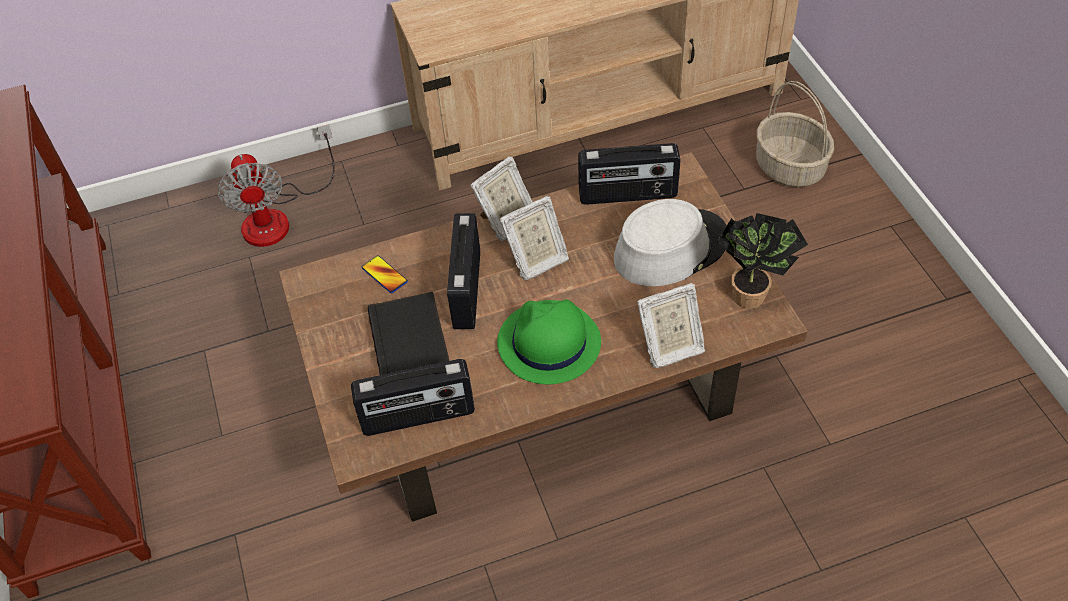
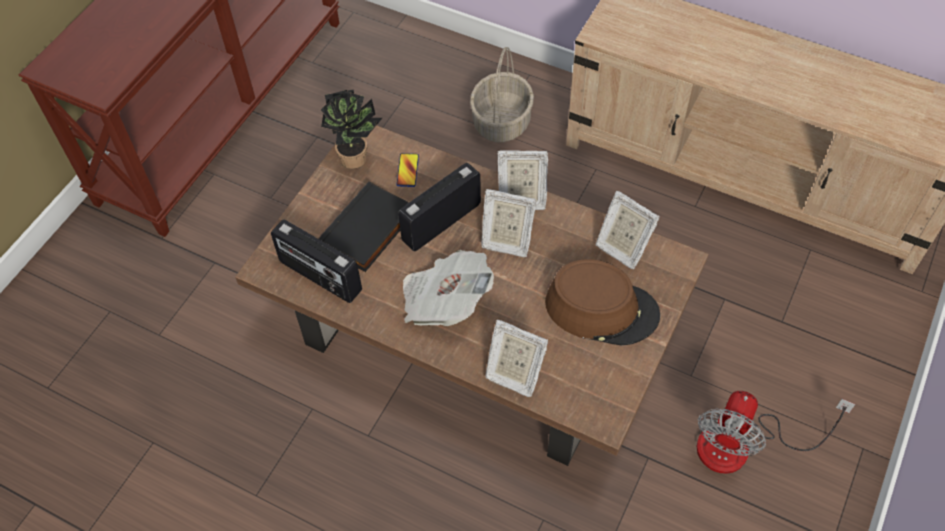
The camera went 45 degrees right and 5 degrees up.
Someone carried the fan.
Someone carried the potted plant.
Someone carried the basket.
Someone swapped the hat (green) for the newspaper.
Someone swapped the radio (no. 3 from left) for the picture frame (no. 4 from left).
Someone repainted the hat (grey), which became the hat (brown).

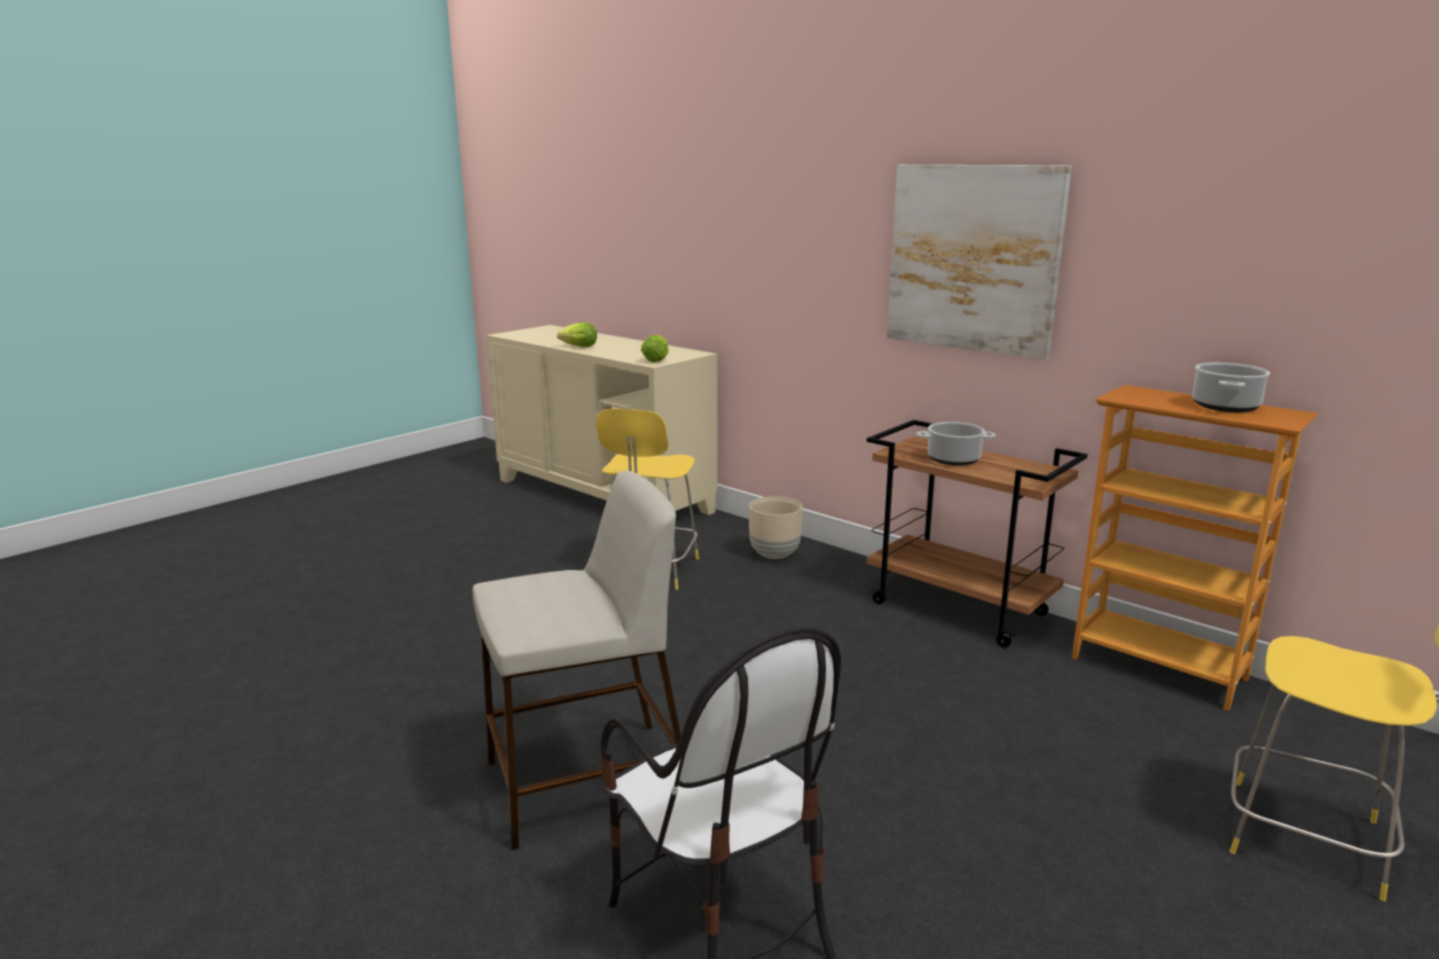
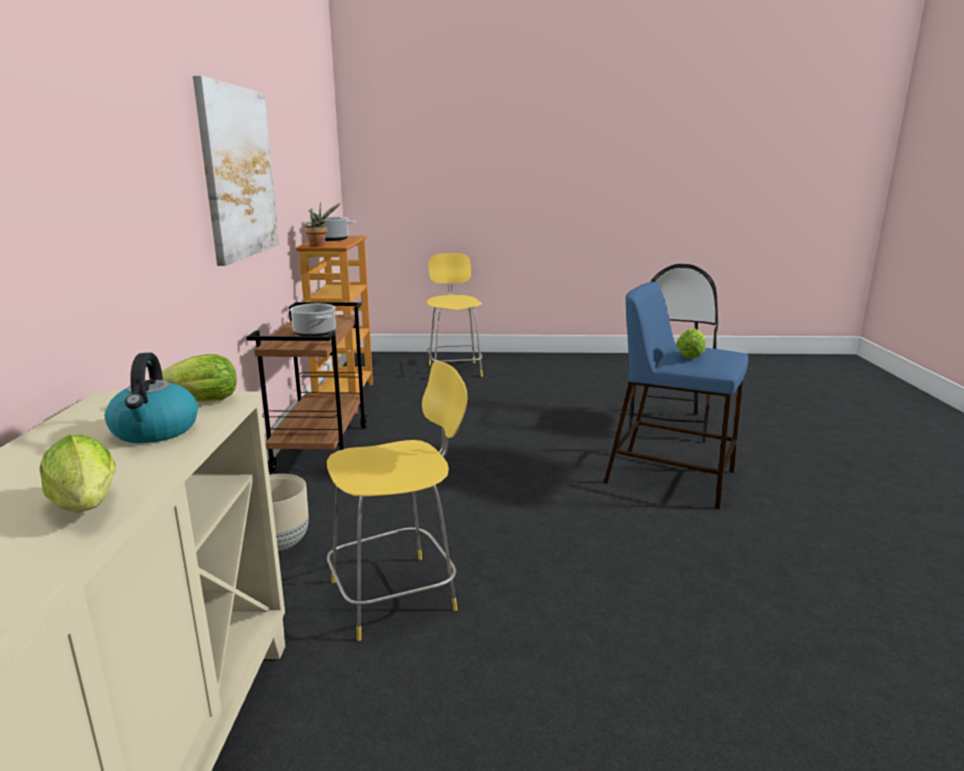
The camera went 130 degrees left and 0 degrees up.
Someone put down the kettle.
Someone put down the potted plant.
Someone put down the lettuce (no. 3 from left).
Someone repainted the stool (beige), which became the stool (blue).

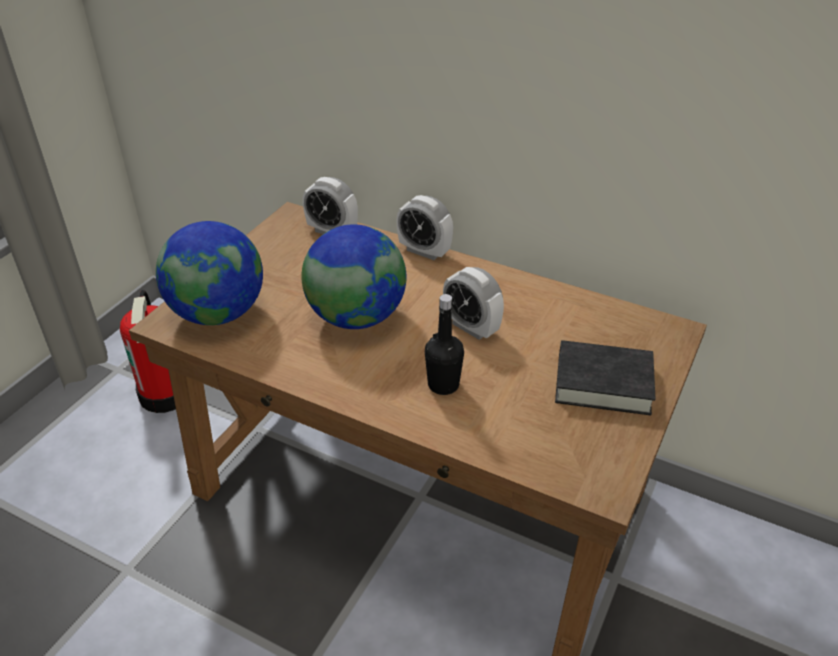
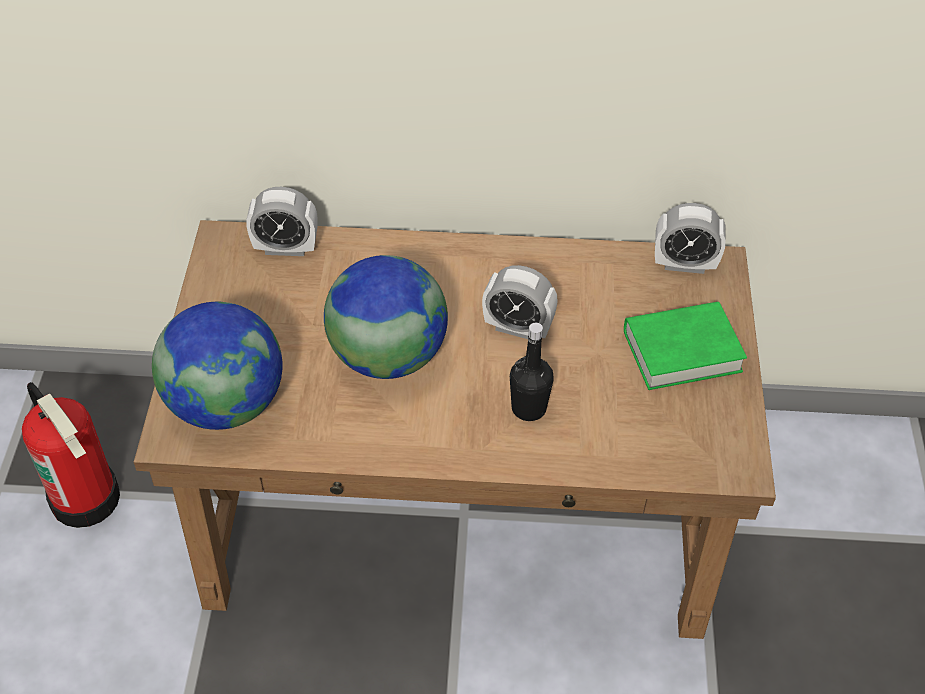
The camera went 25 degrees left and 10 degrees up.
Someone carried the alarm clock (no. 2 from left in the first image).
Someone repainted the book (black), which became the book (green).

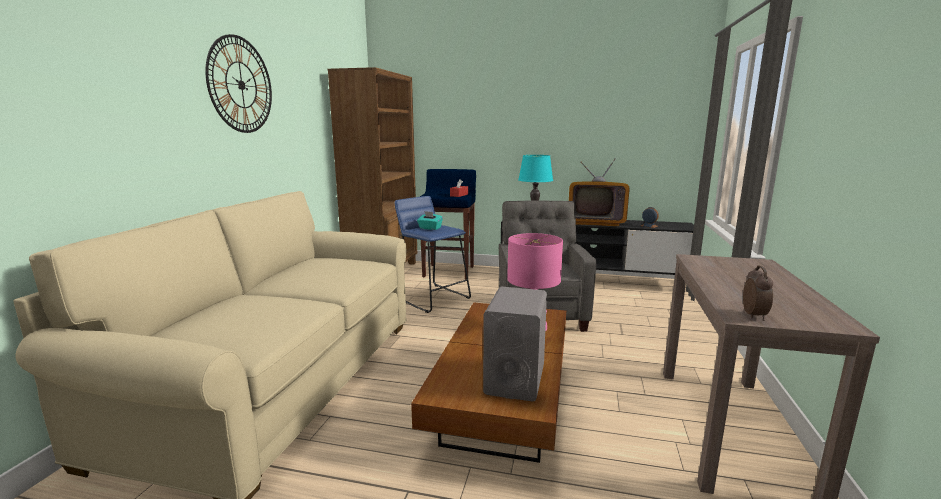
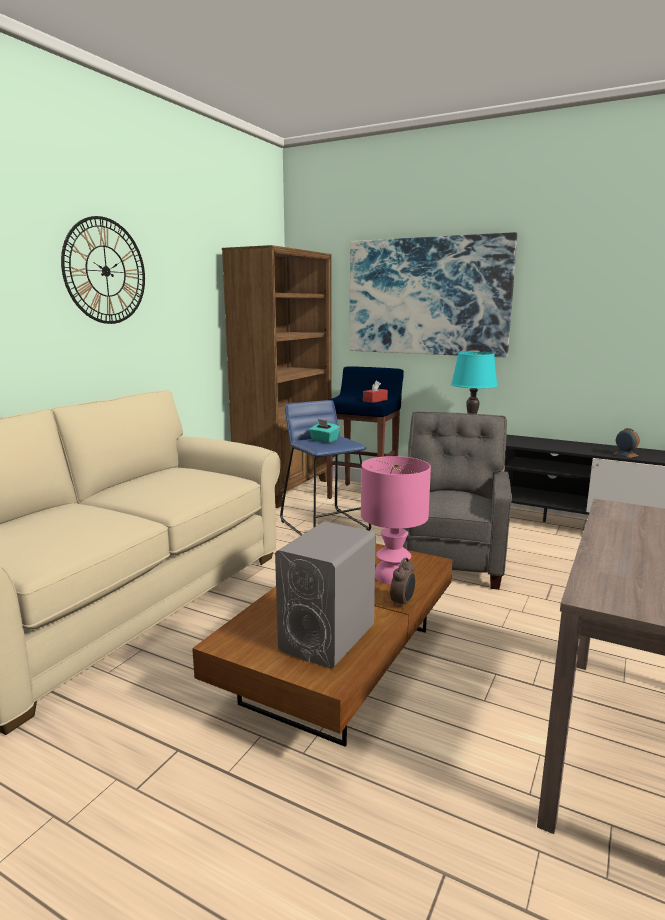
The camera went 15 degrees right and 0 degrees up.
Someone took away the television.
Someone put up the picture.
Someone carried the alarm clock (no. 2 from left in the first image).

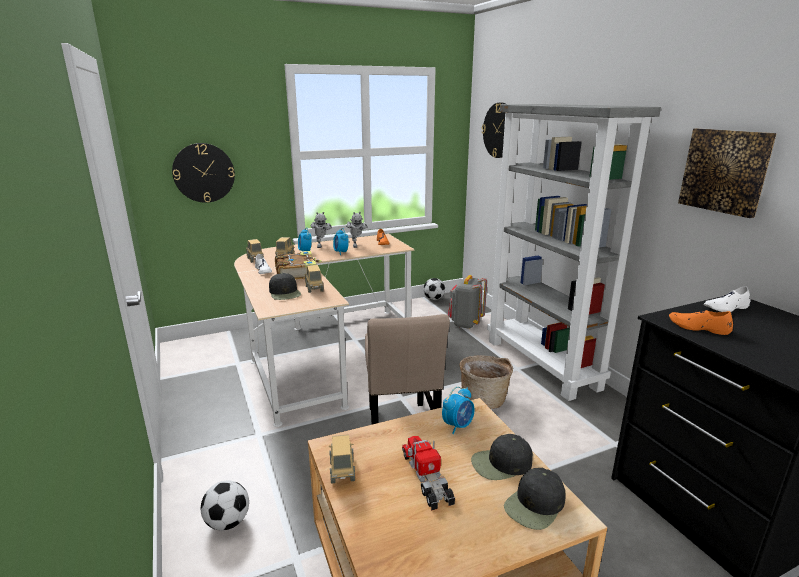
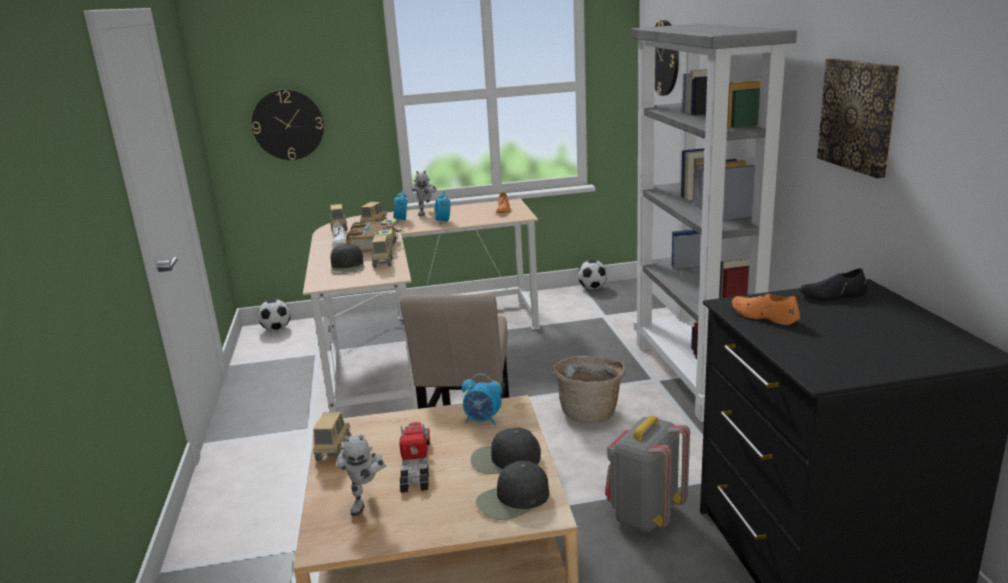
The camera went 15 degrees right and 0 degrees up.
Someone carried the football (no. 1 from left).
Someone carried the toy robot (no. 2 from left in the first image).
Someone carried the backpack (grey).
Someone repainted the shoe (white) (no. 2 from left), which became the shoe (black).
Someone rotated the alarm clock (no. 3 from left) by 45 degrees clockwise.

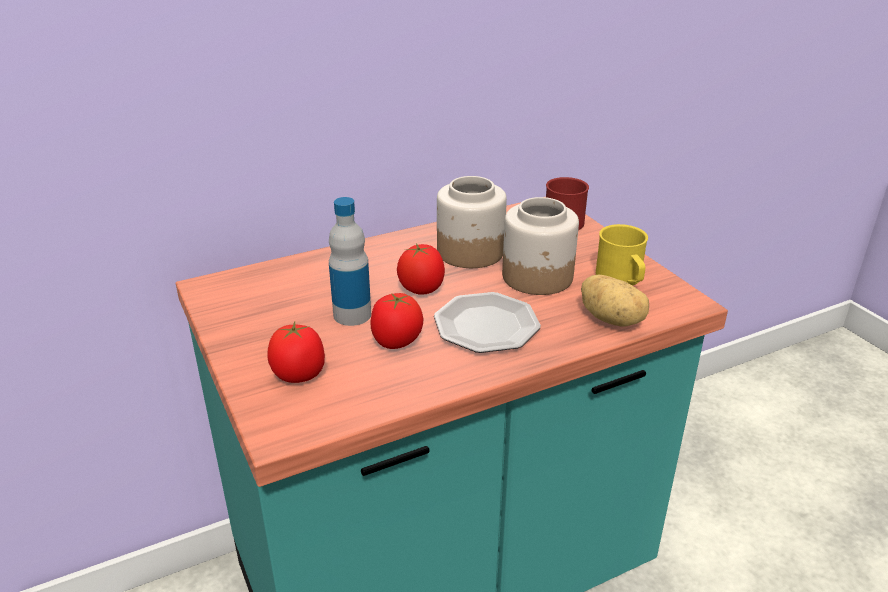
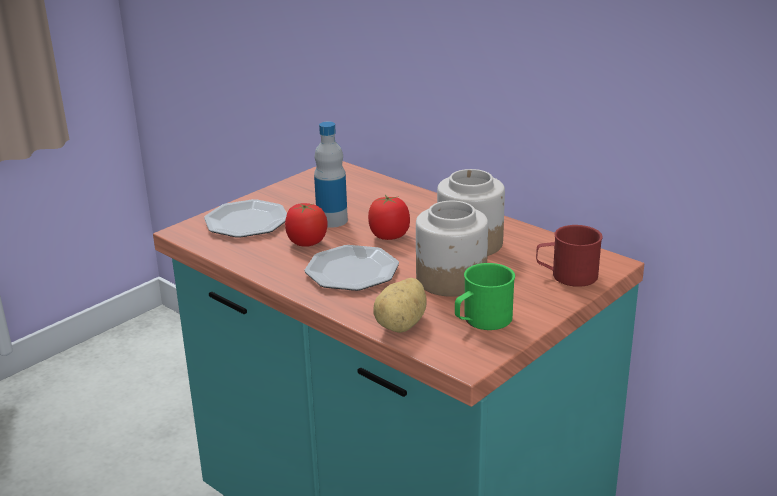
The camera went 70 degrees right and 5 degrees down.
Someone swapped the tomato (no. 1 from left) for the plate (no. 1 from left).
Someone repainted the mug (yellow), which became the mug (green).

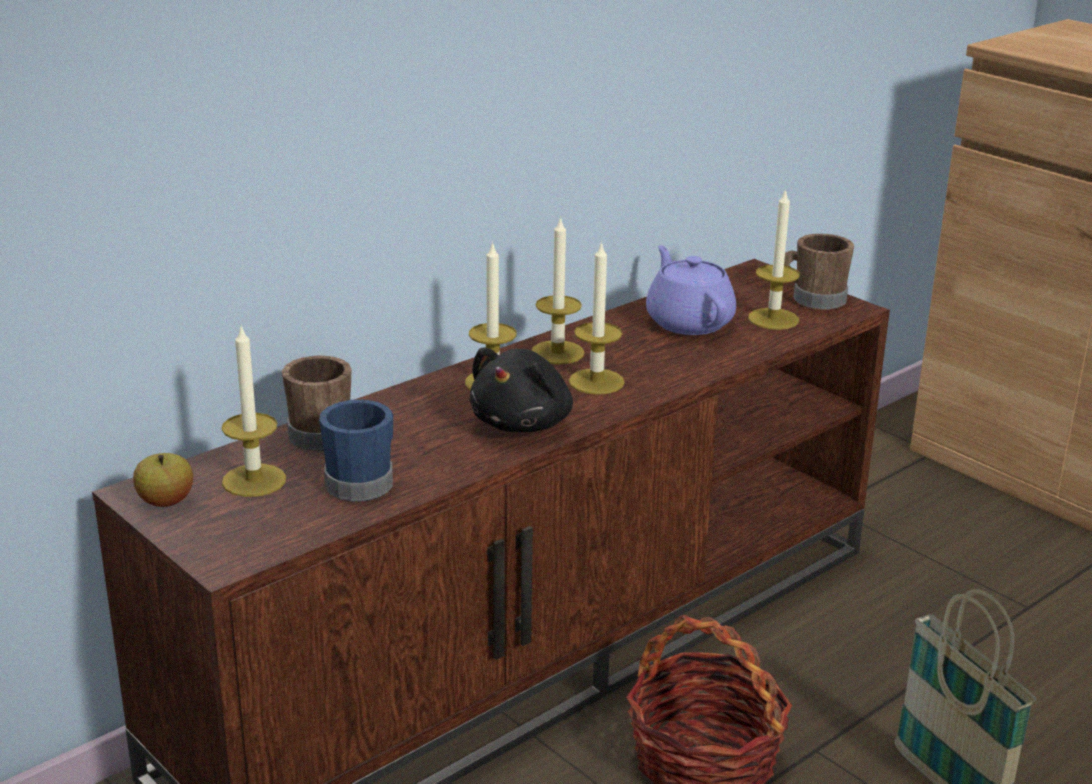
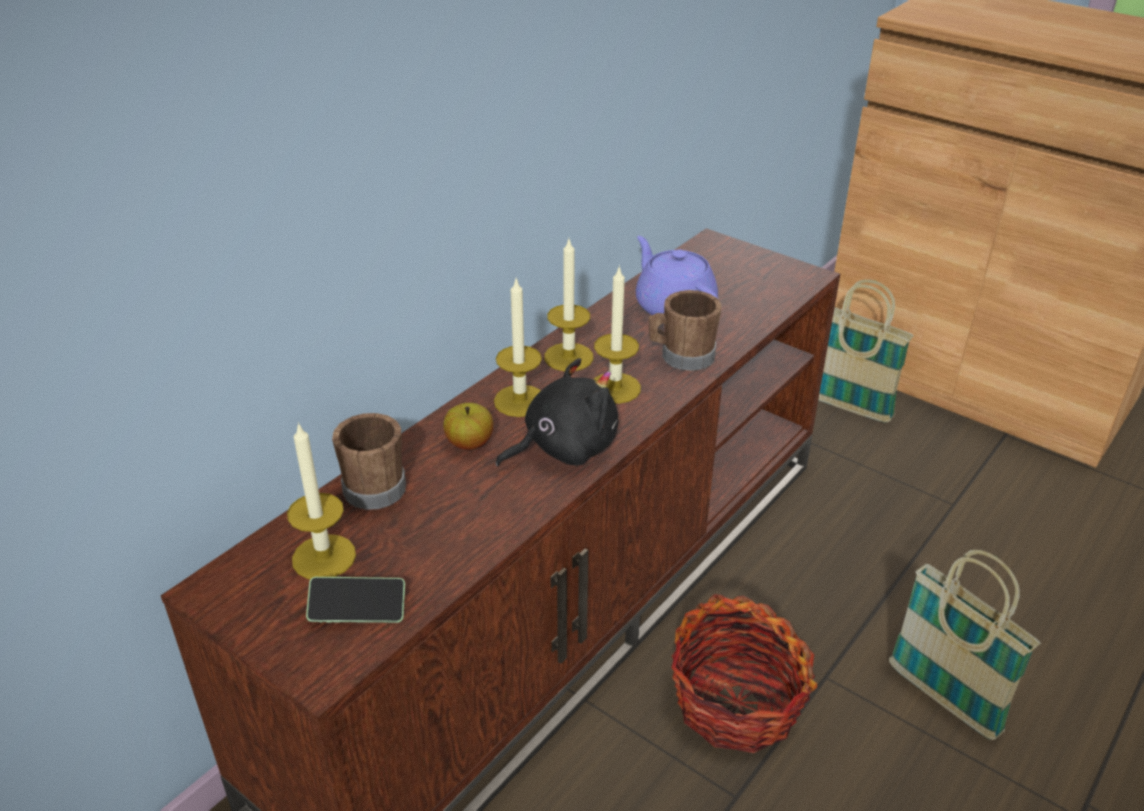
The camera went 10 degrees left and 10 degrees up.
Someone took away the mug (blue).
Someone took away the candle (no. 5 from left).
Someone put down the phone.
Someone put down the basket (no. 2 from left).
Someone carried the apple.
Someone carried the mug (brown) (no. 2 from left).
Someone rotated the plush toy (black) by 135 degrees counterclockwise.

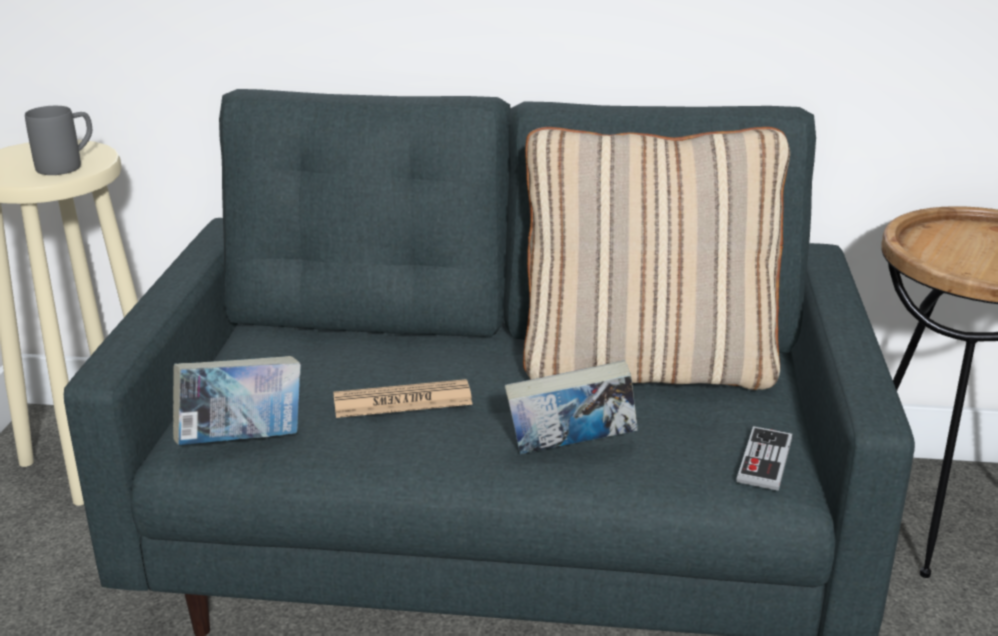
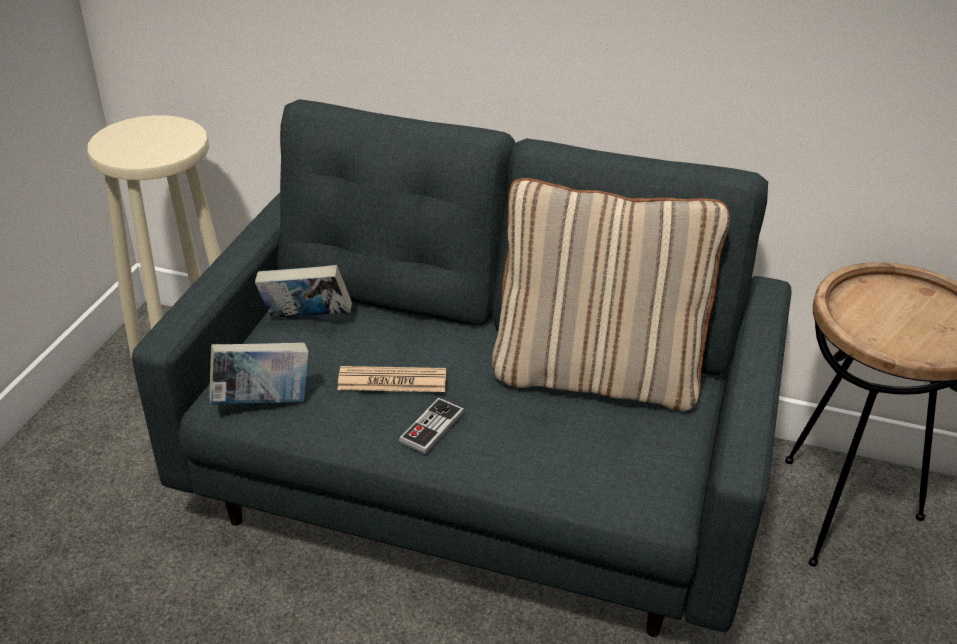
The camera went 10 degrees right and 10 degrees up.
Someone took away the mug (grey).
Someone carried the book (no. 2 from left).
Someone carried the game controller.

